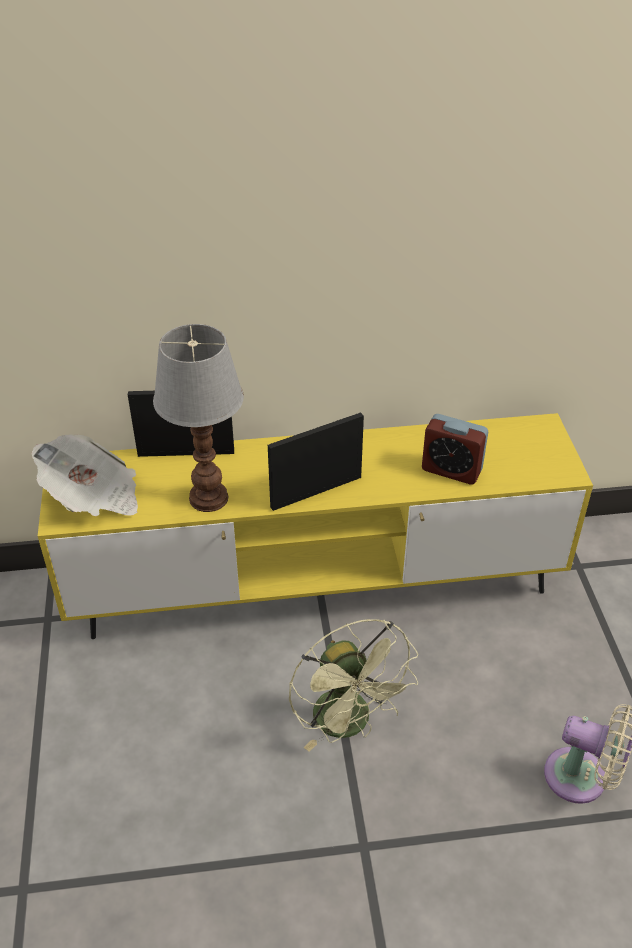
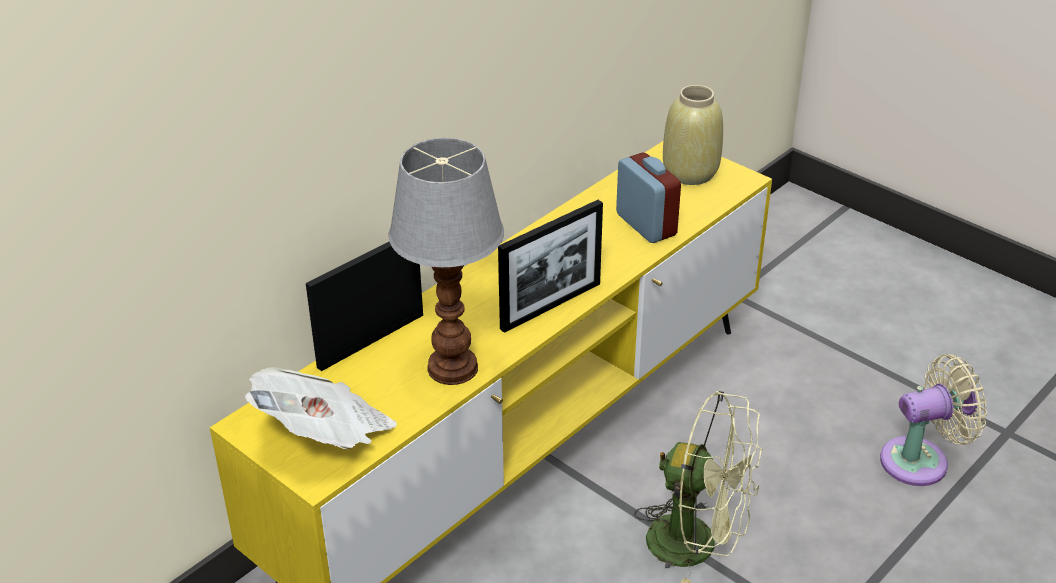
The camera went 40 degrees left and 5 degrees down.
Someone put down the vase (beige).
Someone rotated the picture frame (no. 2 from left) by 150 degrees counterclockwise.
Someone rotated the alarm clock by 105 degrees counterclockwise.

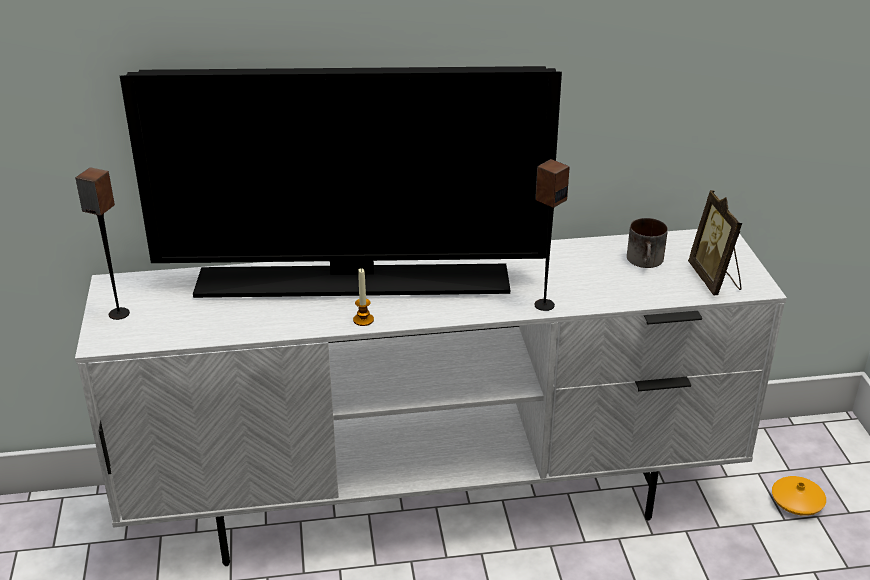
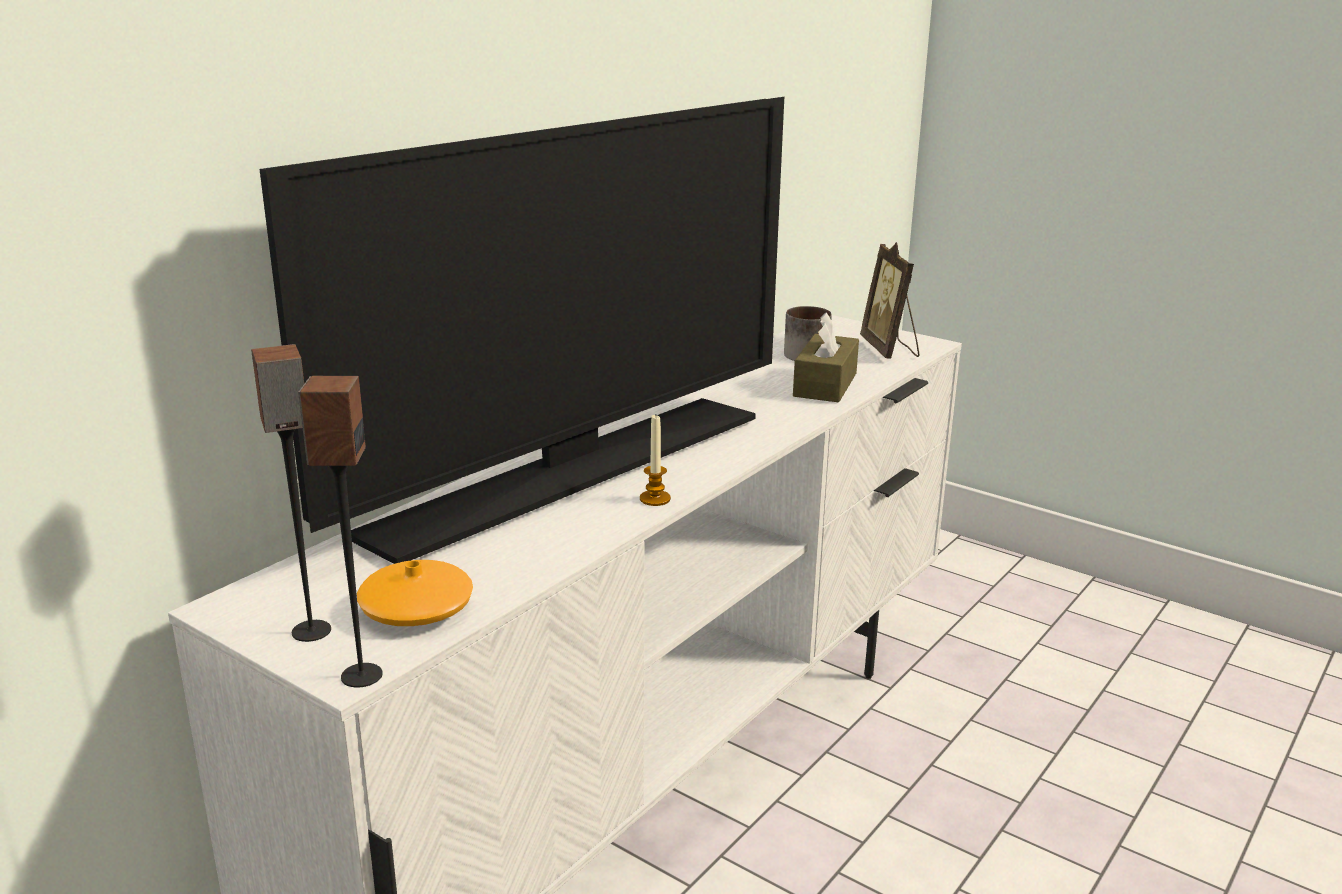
The camera went 45 degrees left and 10 degrees down.
Someone put down the tissue box (brown).
Someone carried the speaker (no. 2 from left).
Someone carried the vase (orange).
Someone rotated the picture frame by 45 degrees clockwise.

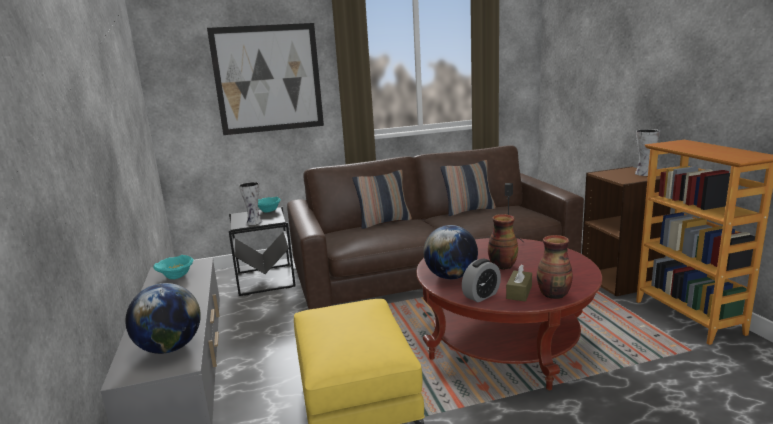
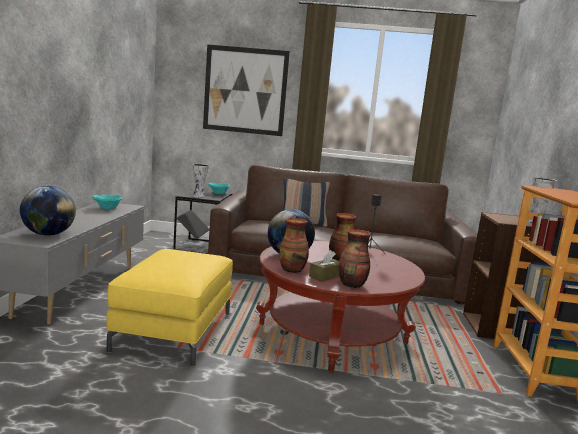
The camera went 20 degrees right and 5 degrees down.
Someone took away the pillow (no. 2 from left).
Someone swapped the alarm clock for the vase (no. 2 from left).

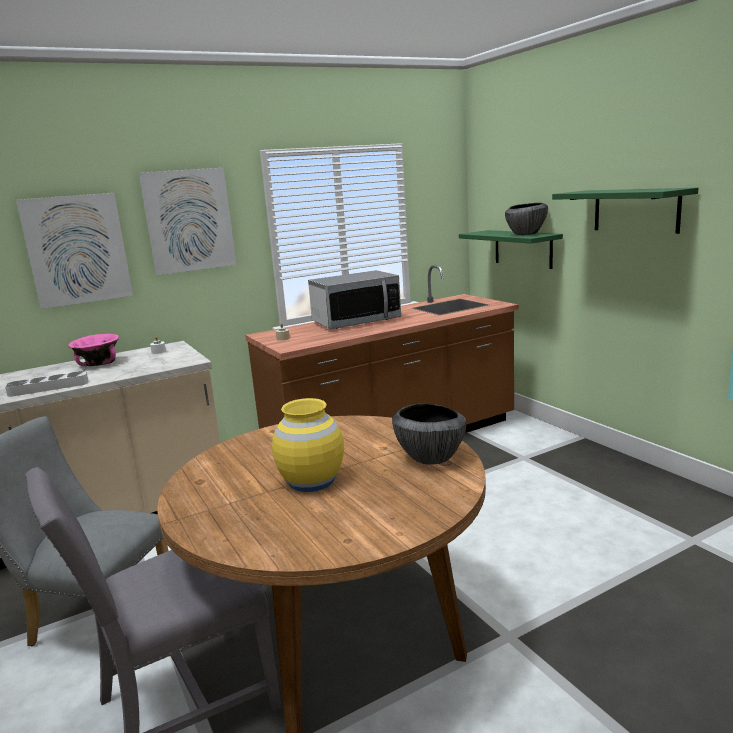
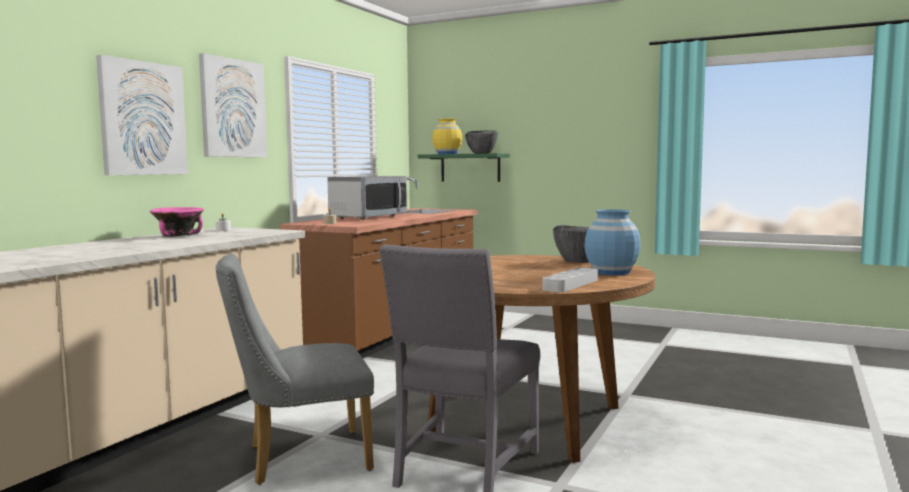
The camera went 35 degrees left and 10 degrees down.
Someone took away the shelf (green) (no. 2 from left).
Someone put down the vase (blue).
Someone carried the tray (grey).
Someone carried the vase (yellow).

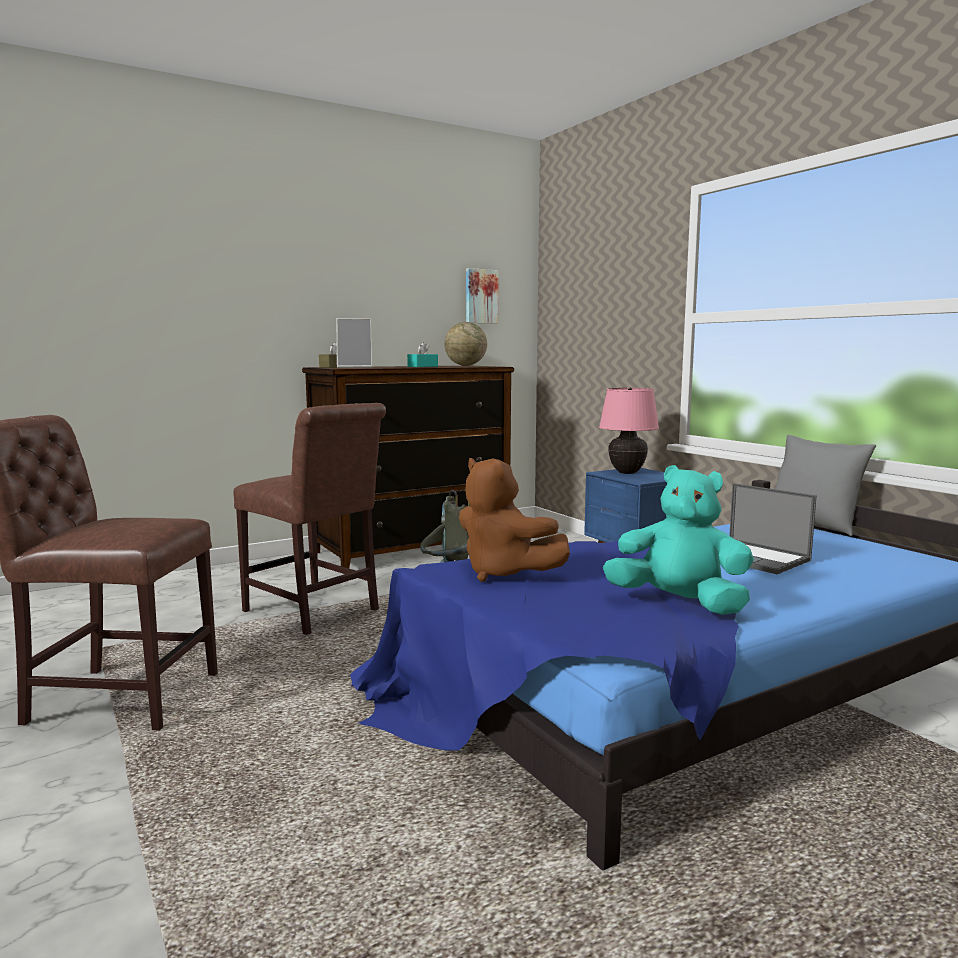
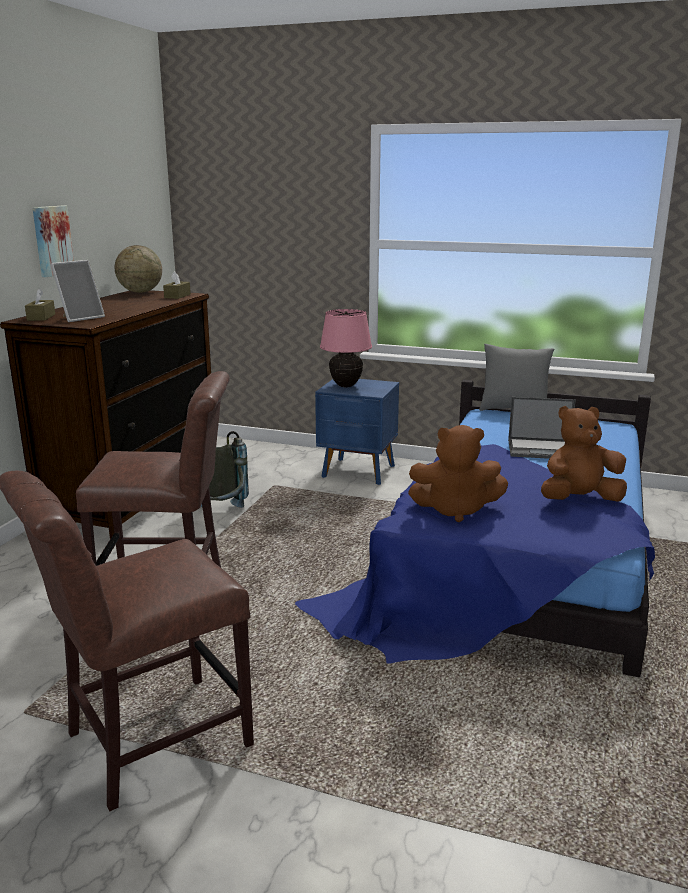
The camera went 40 degrees left and 10 degrees up.
Someone took away the tissue box (turquoise).
Someone put down the tissue box (brown) (no. 2 from left).
Someone carried the picture.
Someone repainted the plush toy (turquoise), which became the plush toy (brown) (no. 2 from left).

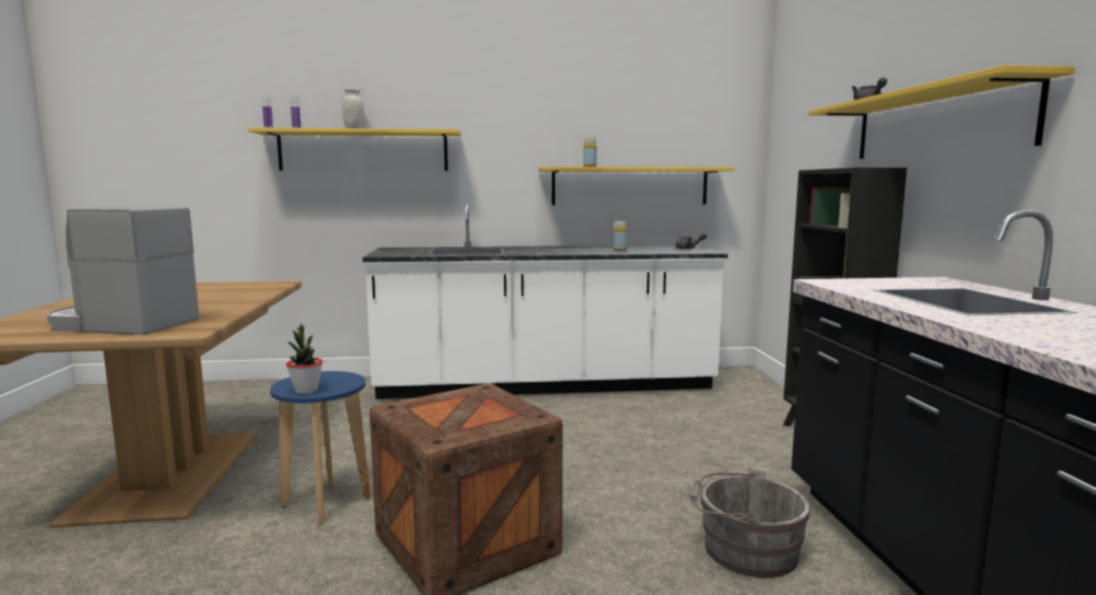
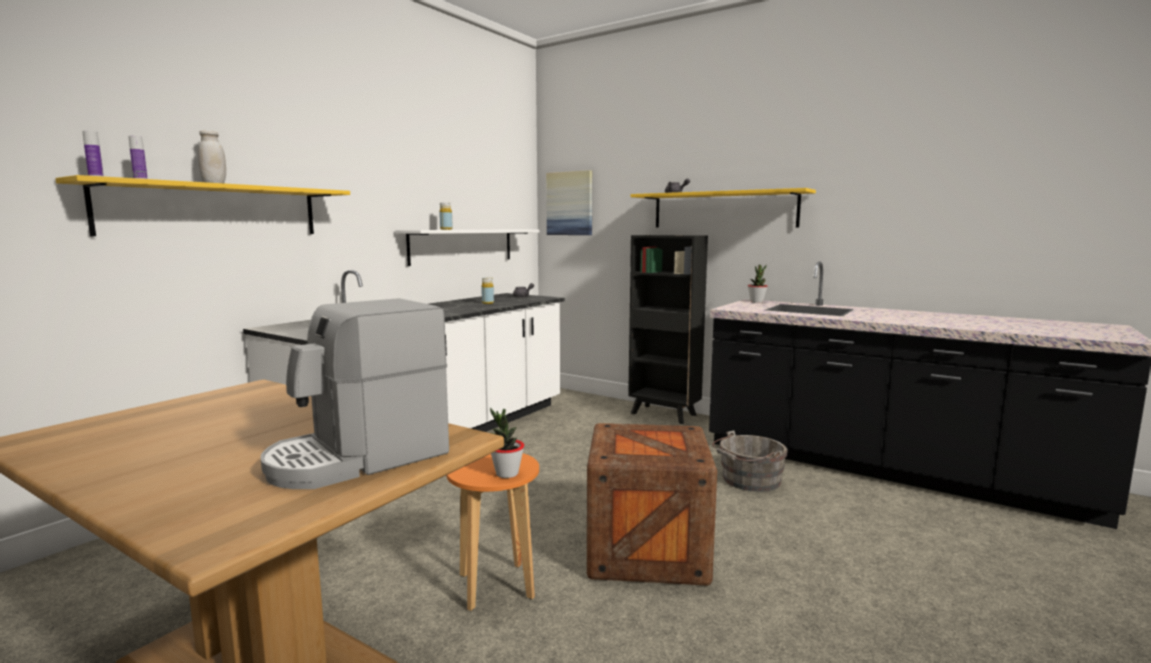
The camera went 50 degrees left and 0 degrees up.
Someone put up the picture.
Someone put down the potted plant (no. 2 from left).
Someone repainted the stool (blue), which became the stool (orange).
Someone repainted the shelf (yellow) (no. 2 from left), which became the shelf (white).

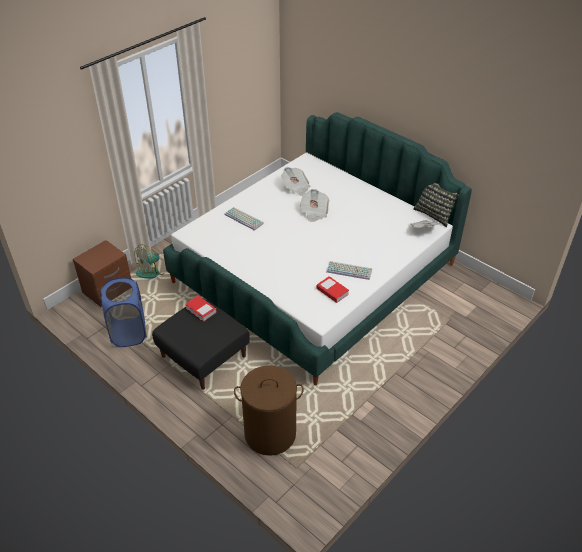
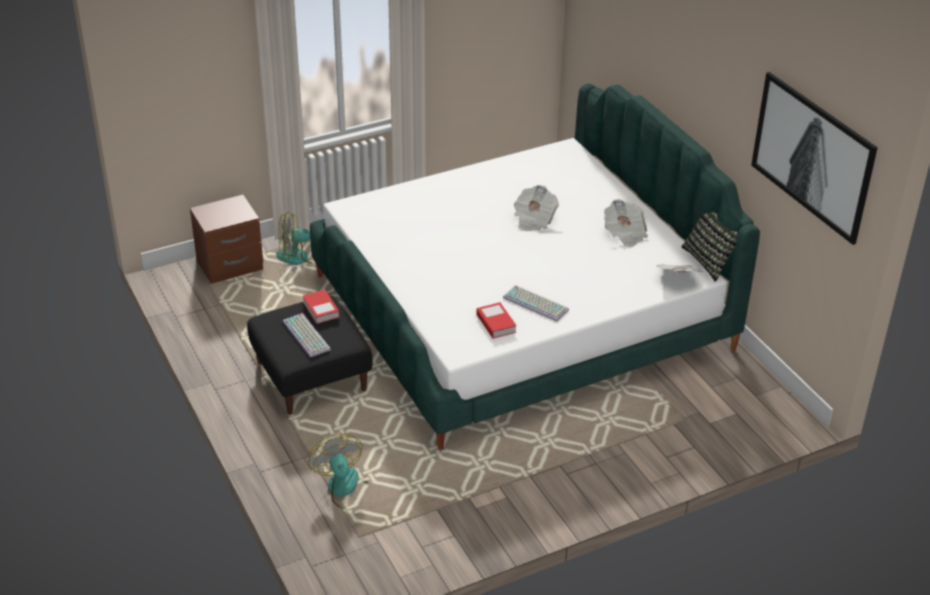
The camera went 20 degrees right and 5 degrees down.
Someone took away the laundry basket (blue).
Someone put up the picture.
Someone carried the keyboard (no. 1 from left).
Someone carried the newspaper (no. 1 from left in the first image).
Someone swapped the laundry basket (brown) for the fan (no. 2 from left).

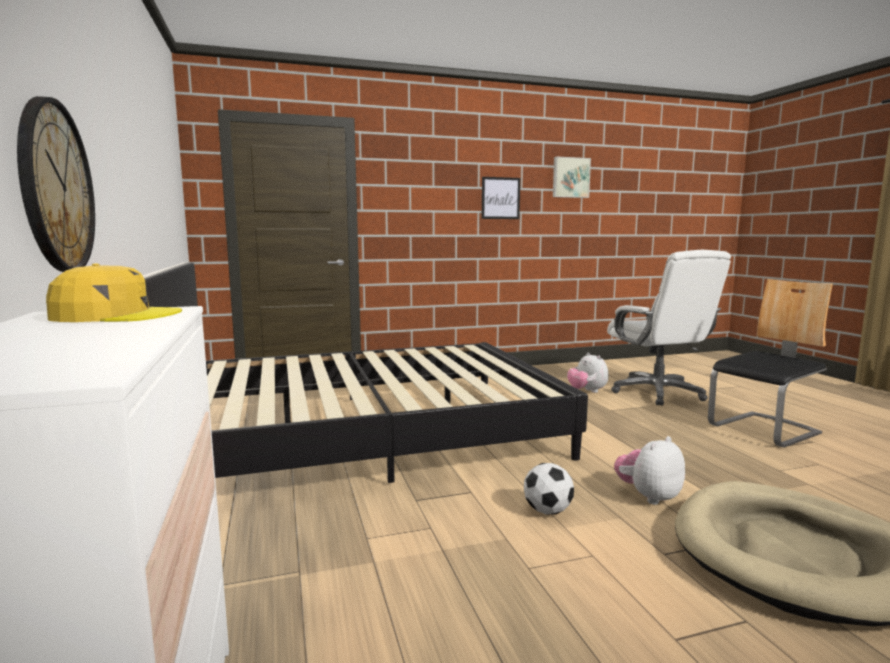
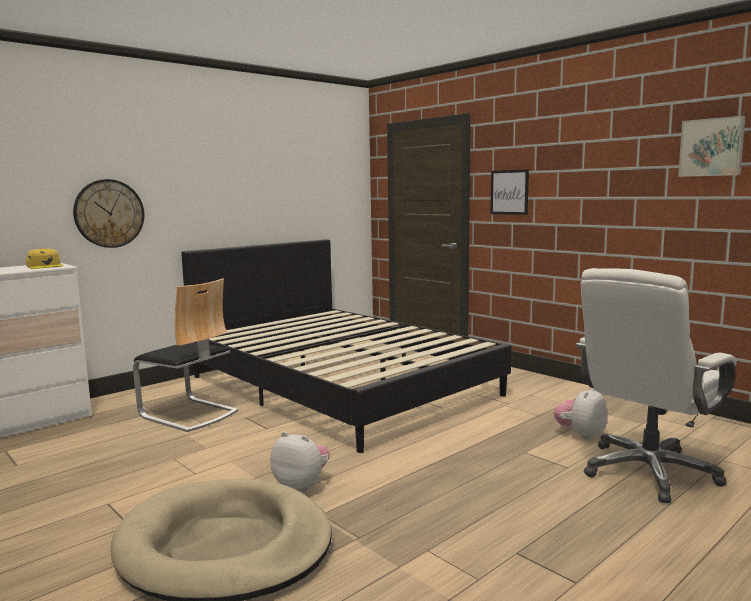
The camera went 65 degrees right and 0 degrees up.
Someone took away the football.
Someone carried the picture (no. 1 from left).
Someone carried the chair.

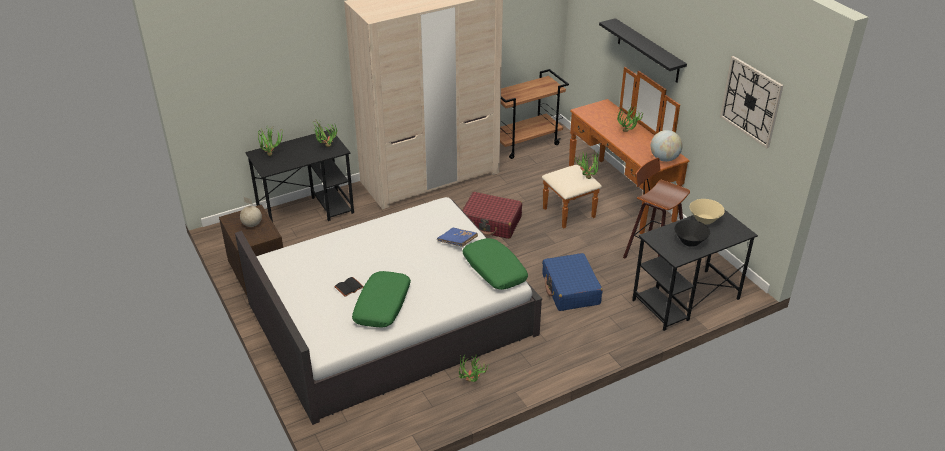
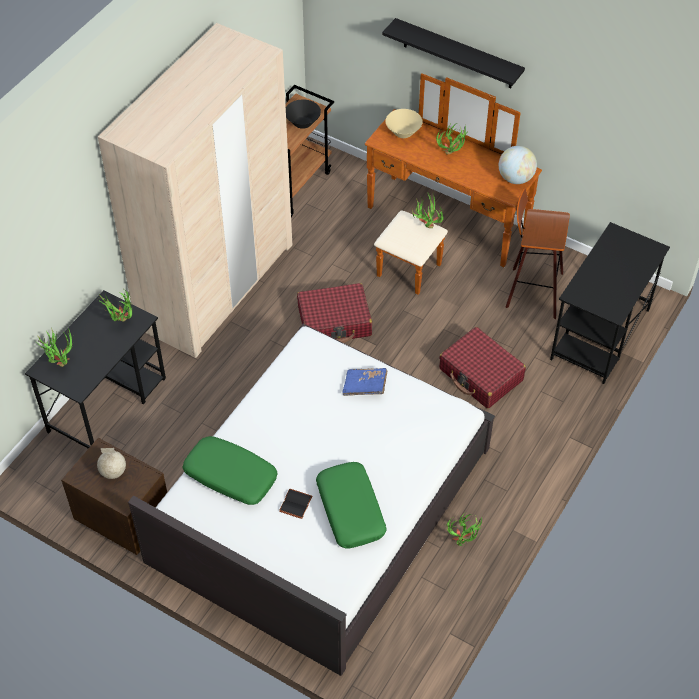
The camera went 30 degrees left and 15 degrees up.
Someone took away the wall clock.
Someone carried the pillow (green) (no. 2 from left in the first image).
Someone carried the bowl (black).
Someone carried the bowl (beige).
Someone repainted the suitcase (blue), which became the suitcase (red) (no. 2 from left).

